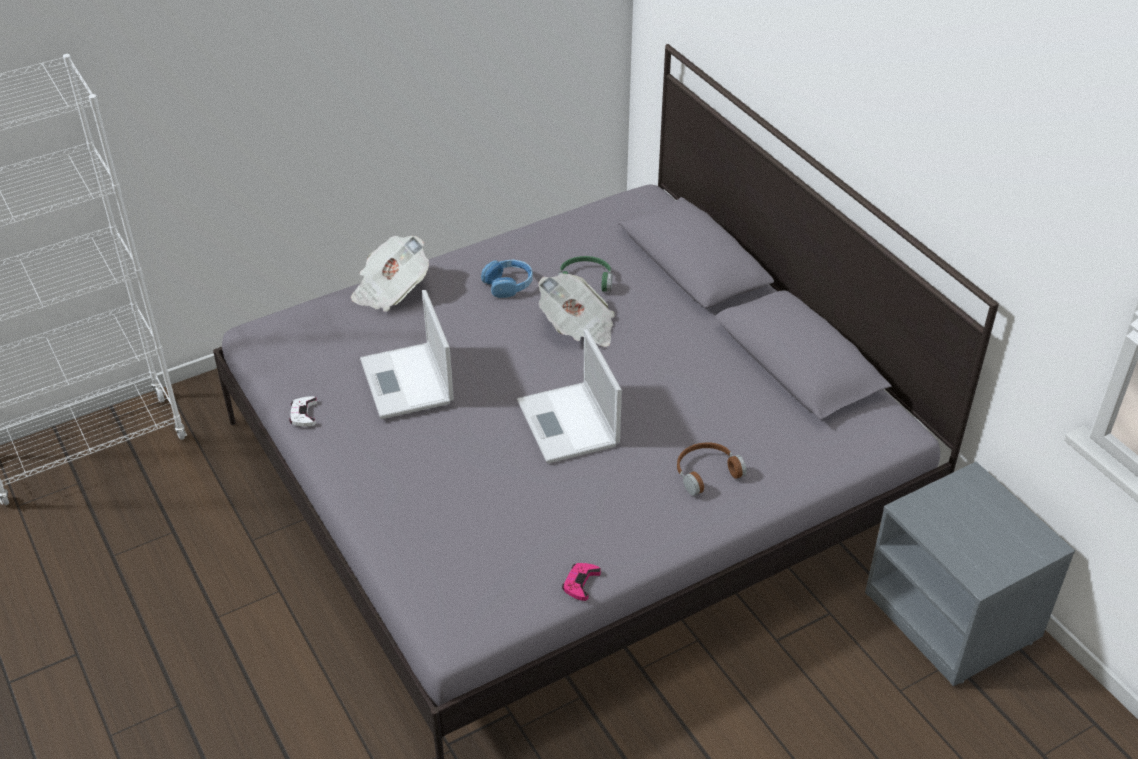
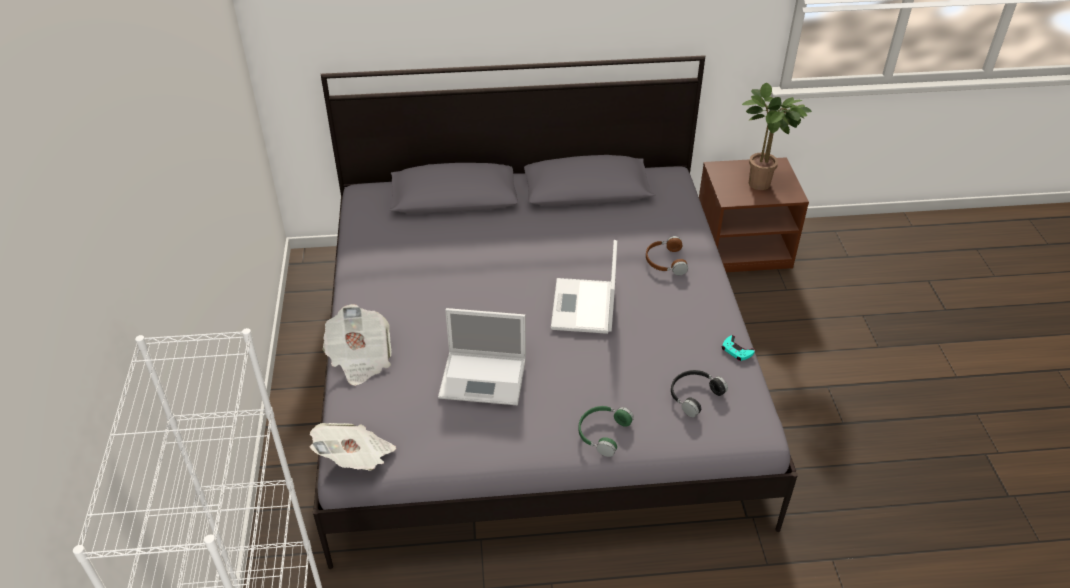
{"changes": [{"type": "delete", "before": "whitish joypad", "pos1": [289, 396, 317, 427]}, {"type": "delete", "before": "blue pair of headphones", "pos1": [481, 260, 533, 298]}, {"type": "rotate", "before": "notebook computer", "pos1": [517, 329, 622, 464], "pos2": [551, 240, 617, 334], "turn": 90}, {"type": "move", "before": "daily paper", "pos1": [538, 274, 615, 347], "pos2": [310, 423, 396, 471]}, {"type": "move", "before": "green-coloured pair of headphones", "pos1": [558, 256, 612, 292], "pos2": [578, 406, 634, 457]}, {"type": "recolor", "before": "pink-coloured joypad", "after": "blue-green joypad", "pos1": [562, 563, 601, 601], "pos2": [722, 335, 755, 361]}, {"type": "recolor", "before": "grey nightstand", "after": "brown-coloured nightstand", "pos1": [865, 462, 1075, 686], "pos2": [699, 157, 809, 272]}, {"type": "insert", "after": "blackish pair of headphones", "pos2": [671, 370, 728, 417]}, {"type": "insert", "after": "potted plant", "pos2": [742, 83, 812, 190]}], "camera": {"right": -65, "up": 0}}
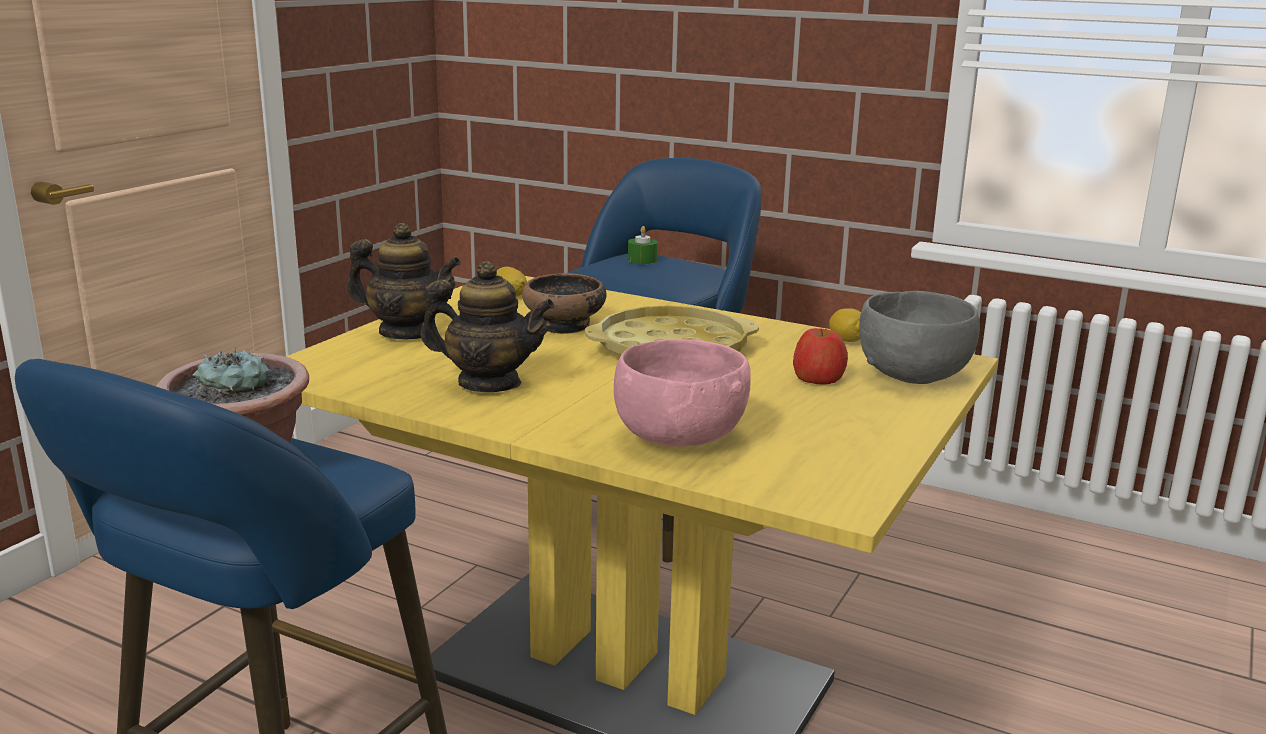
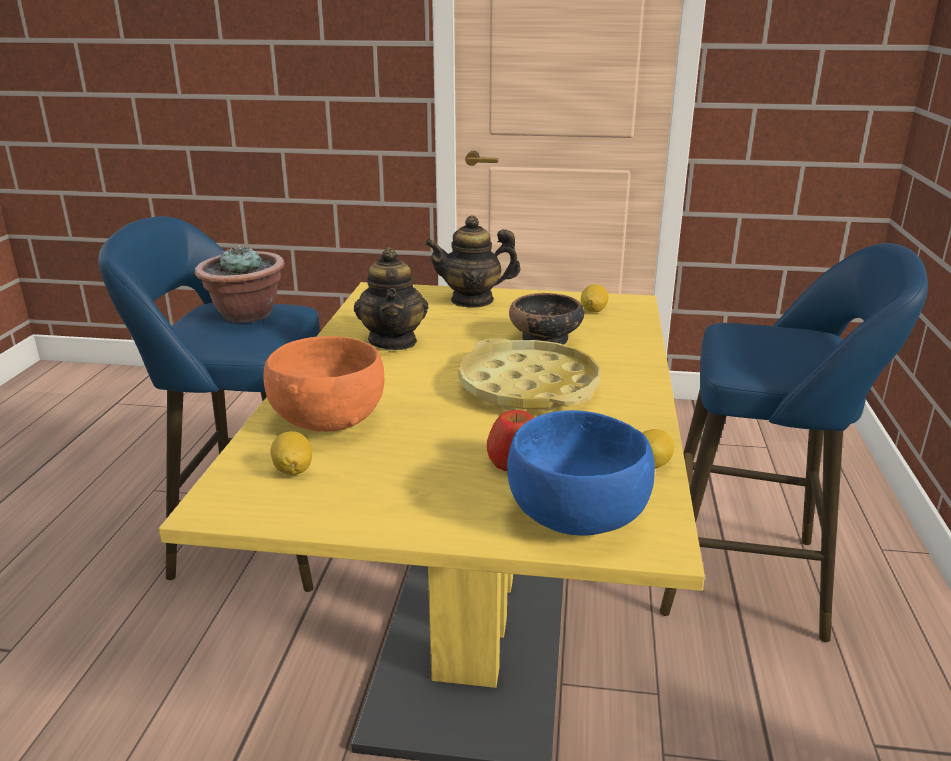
{"changes": [{"type": "rotate", "before": "tea pot", "pos1": [347, 223, 461, 339], "pos2": [425, 215, 521, 308], "turn": 90}, {"type": "recolor", "before": "pink-coloured serving bowl", "after": "orangey serving bowl", "pos1": [614, 339, 751, 447], "pos2": [264, 336, 384, 432]}, {"type": "delete", "before": "green-coloured wax light", "pos1": [628, 226, 657, 264]}, {"type": "recolor", "before": "grey serving bowl", "after": "blue serving bowl", "pos1": [859, 291, 980, 384], "pos2": [507, 410, 655, 536]}, {"type": "insert", "after": "lemon", "pos2": [271, 431, 312, 475]}], "camera": {"right": 70, "up": 5}}
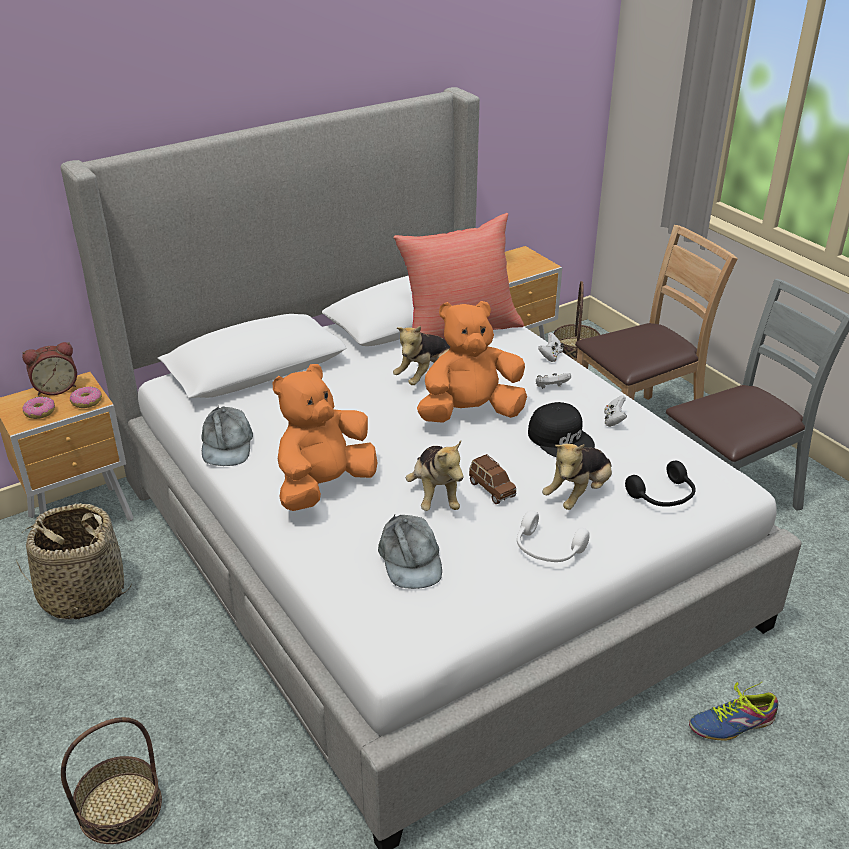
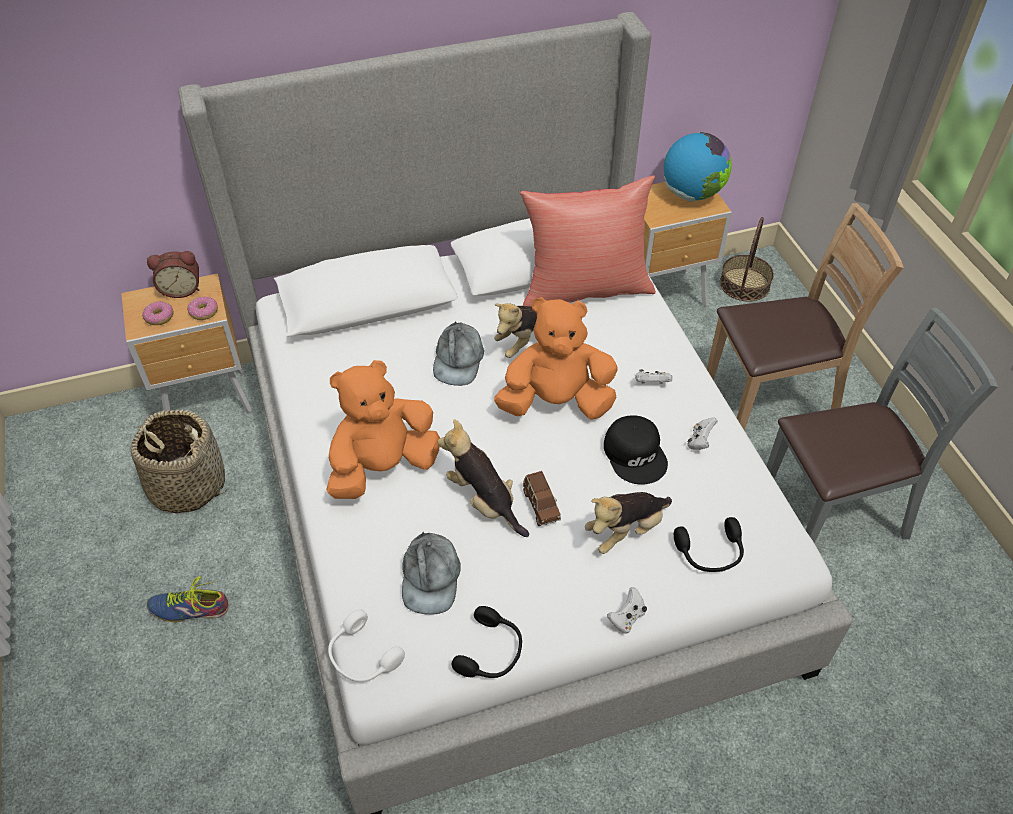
{"changes": [{"type": "delete", "before": "household basket", "pos1": [61, 717, 162, 844]}, {"type": "move", "before": "grey baseball cap", "pos1": [201, 406, 253, 466], "pos2": [433, 322, 484, 386]}, {"type": "rotate", "before": "plush toy", "pos1": [406, 440, 463, 511], "pos2": [438, 419, 529, 537], "turn": 135}, {"type": "move", "before": "whitish pair of headphones", "pos1": [517, 510, 590, 562], "pos2": [328, 609, 405, 682]}, {"type": "move", "before": "whitish joypad", "pos1": [538, 332, 564, 362], "pos2": [607, 587, 647, 634]}, {"type": "move", "before": "shoe", "pos1": [689, 682, 778, 740], "pos2": [147, 576, 229, 622]}, {"type": "insert", "after": "blackish pair of headphones", "pos2": [452, 606, 522, 678]}, {"type": "insert", "after": "world globe", "pos2": [664, 132, 732, 202]}], "camera": {"right": 15, "up": 15}}
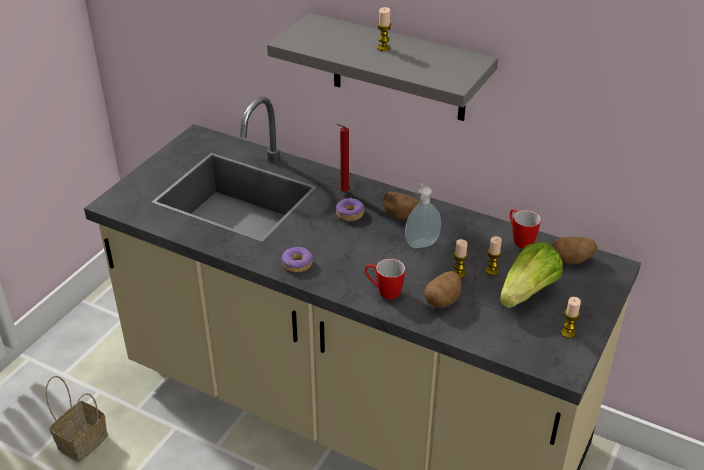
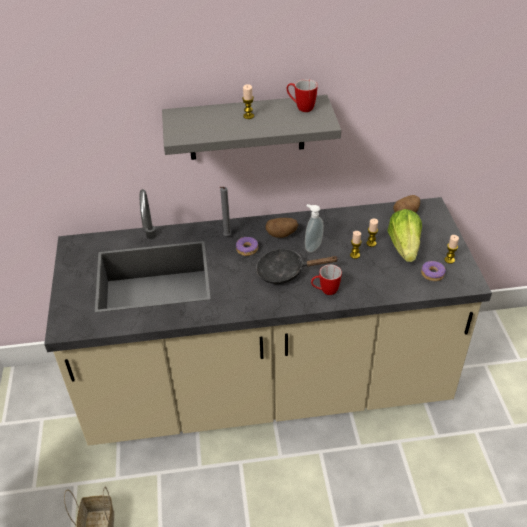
{"changes": [{"type": "move", "before": "donut", "pos1": [282, 247, 313, 272], "pos2": [421, 261, 446, 281]}, {"type": "recolor", "before": "reddish wax light", "after": "grey wax light", "pos1": [336, 124, 350, 192], "pos2": [220, 187, 231, 236]}, {"type": "delete", "before": "potato", "pos1": [424, 271, 461, 308]}, {"type": "move", "before": "tea mug", "pos1": [510, 209, 541, 248], "pos2": [287, 79, 318, 112]}, {"type": "insert", "after": "blackish frying pan", "pos2": [256, 249, 338, 284]}], "camera": {"right": -35, "up": 5}}
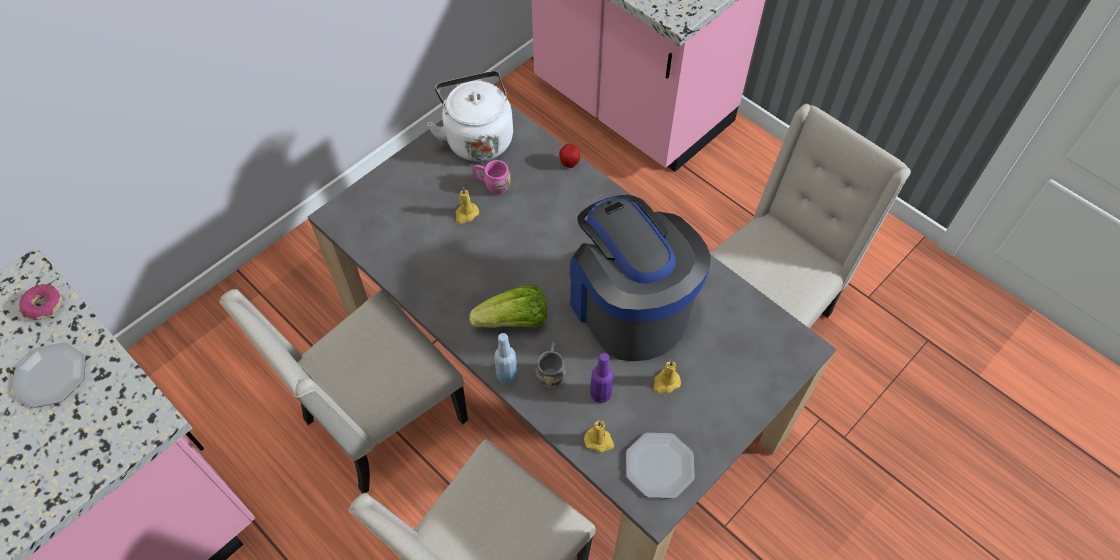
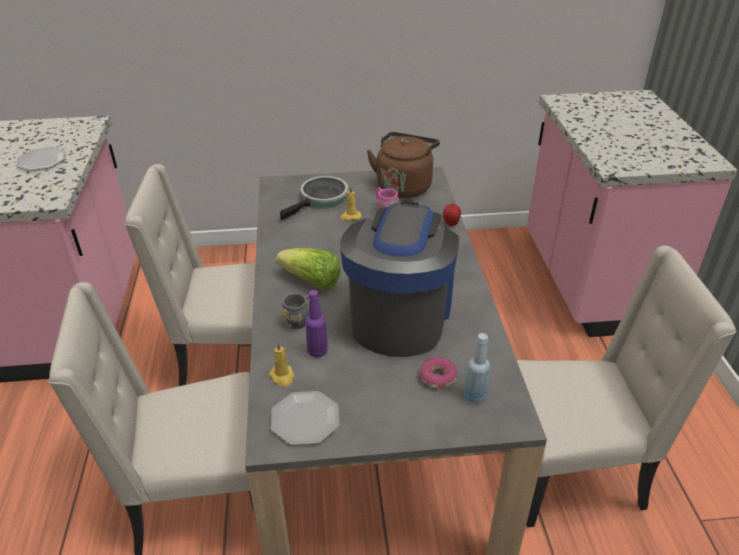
{"changes": [{"type": "move", "before": "donut", "pos1": [19, 284, 62, 320], "pos2": [419, 357, 457, 389]}, {"type": "recolor", "before": "whitish tea kettle", "after": "brown-coloured tea kettle", "pos1": [427, 71, 513, 162], "pos2": [367, 132, 440, 198]}, {"type": "move", "before": "blue bottle", "pos1": [494, 333, 518, 384], "pos2": [464, 333, 490, 403]}, {"type": "delete", "before": "yellow wax light", "pos1": [653, 361, 681, 394]}, {"type": "insert", "after": "frying pan", "pos2": [280, 176, 348, 220]}], "camera": {"right": 40, "up": -20}}
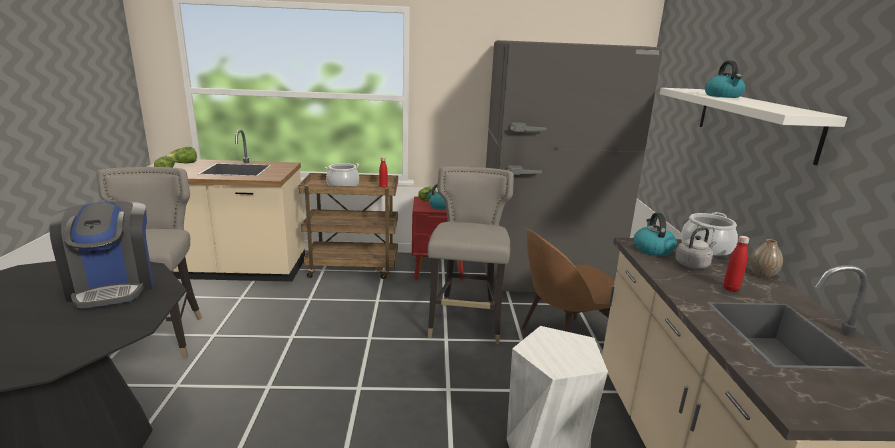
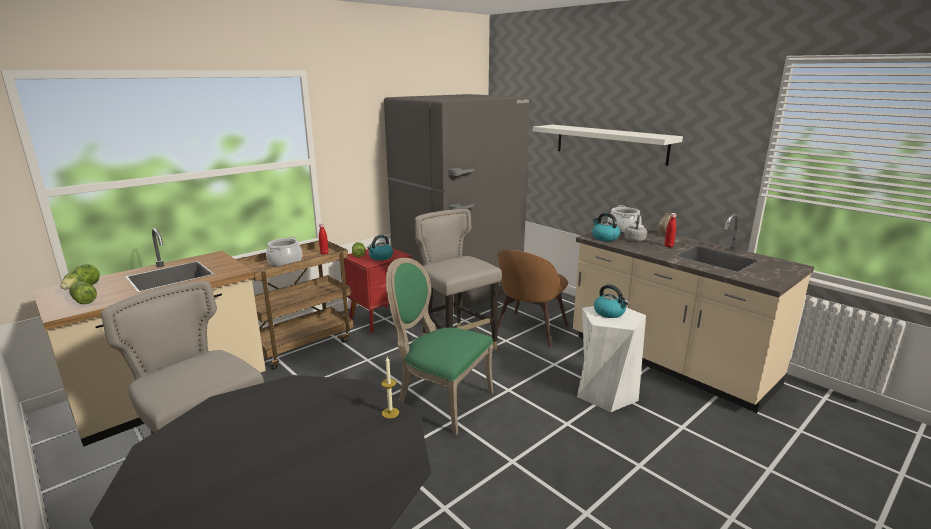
{"changes": [{"type": "delete", "before": "coffee brewer", "pos1": [50, 201, 153, 309]}, {"type": "move", "before": "tea kettle", "pos1": [705, 60, 745, 98], "pos2": [594, 284, 629, 318]}, {"type": "insert", "after": "wax light", "pos2": [381, 357, 399, 418]}, {"type": "insert", "after": "green-coloured plain chair", "pos2": [386, 258, 494, 436]}], "camera": {"right": -40, "up": 0}}
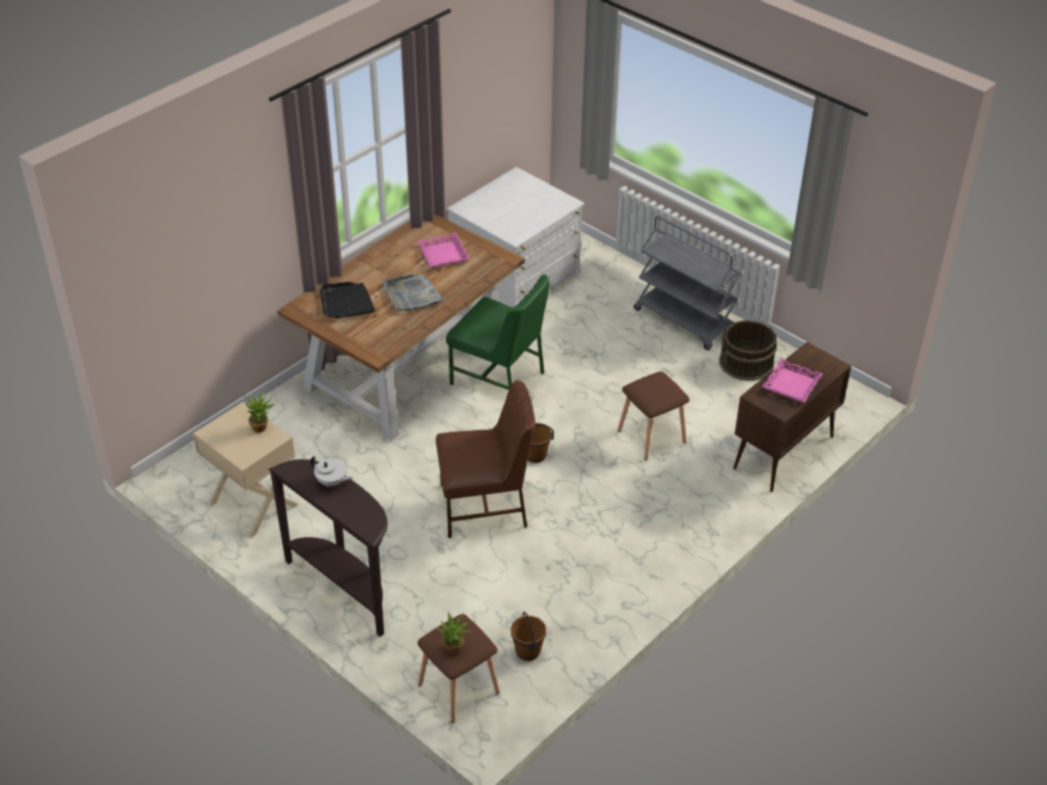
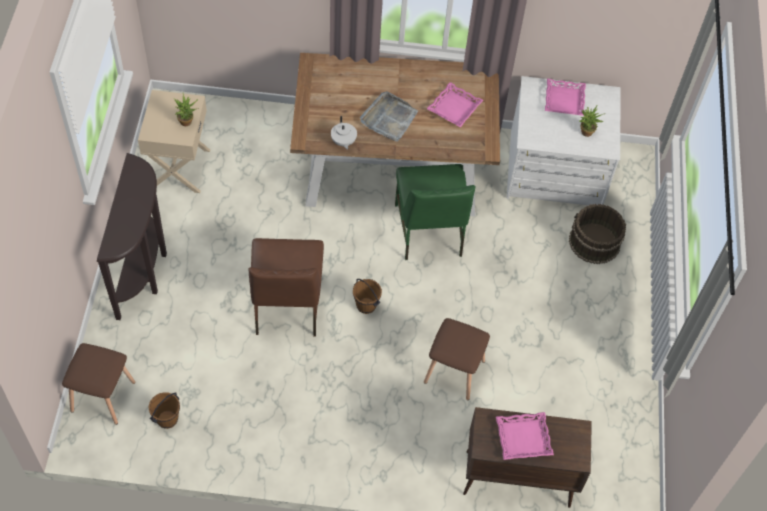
{"changes": [{"type": "move", "before": "whitish tea pot", "pos1": [310, 456, 353, 487], "pos2": [331, 116, 357, 150]}, {"type": "delete", "before": "blackish tray", "pos1": [319, 282, 376, 318]}, {"type": "rotate", "before": "brown-coloured plain chair", "pos1": [436, 380, 536, 538], "pos2": [249, 238, 324, 336], "turn": 45}, {"type": "move", "before": "potted plant", "pos1": [437, 611, 472, 654], "pos2": [580, 106, 605, 137]}, {"type": "delete", "before": "grey trolley", "pos1": [634, 216, 741, 350]}, {"type": "move", "before": "brown-coloured water bucket", "pos1": [719, 320, 777, 381], "pos2": [569, 204, 626, 264]}, {"type": "insert", "after": "pink-coloured tray", "pos2": [545, 78, 586, 116]}], "camera": {"right": 50, "up": 15}}
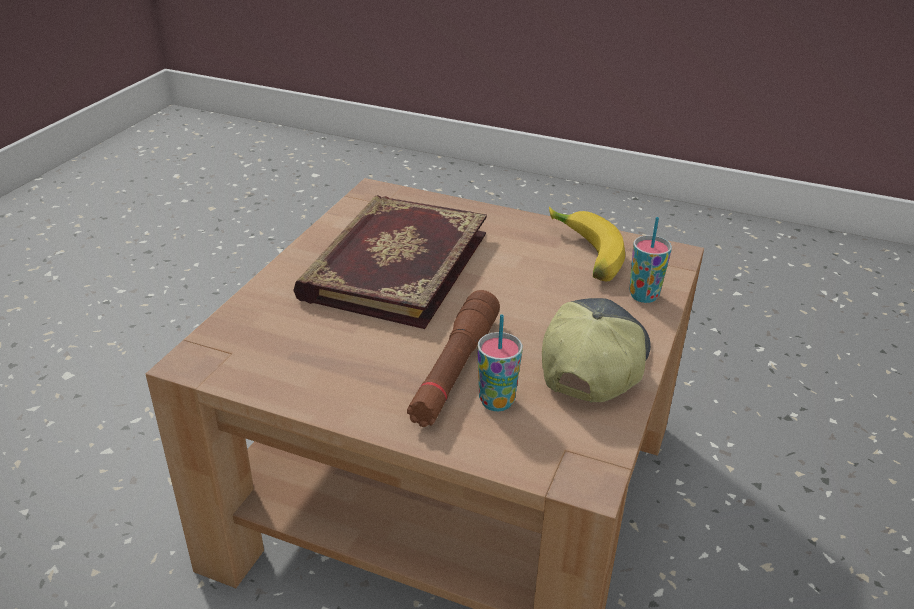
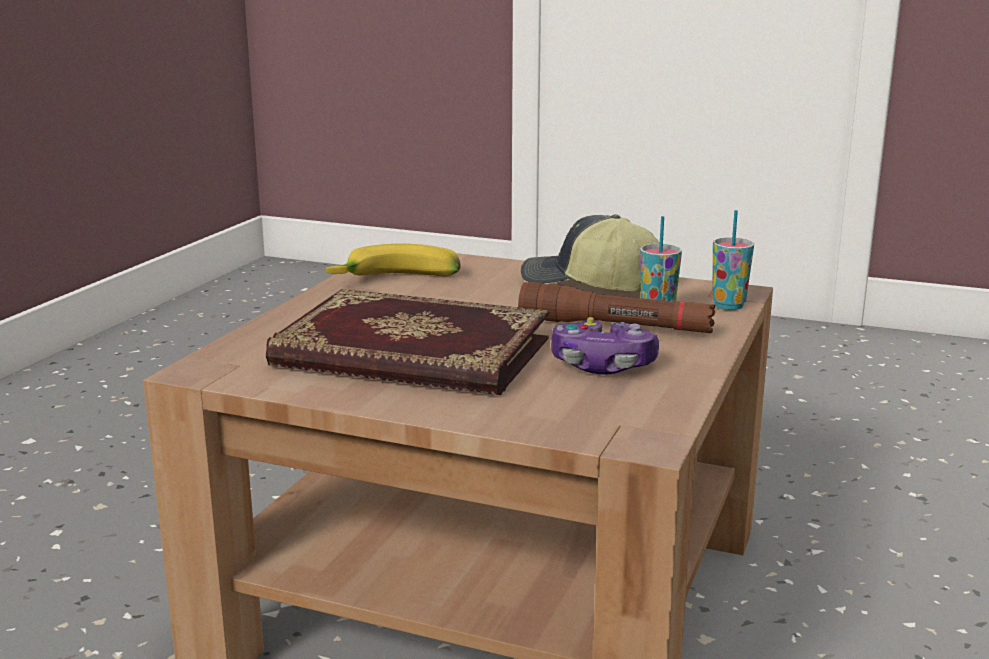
{"changes": [{"type": "move", "before": "small cup", "pos1": [629, 217, 672, 303], "pos2": [713, 210, 754, 310]}, {"type": "insert", "after": "joypad", "pos2": [551, 317, 659, 374]}], "camera": {"right": -90, "up": -15}}
